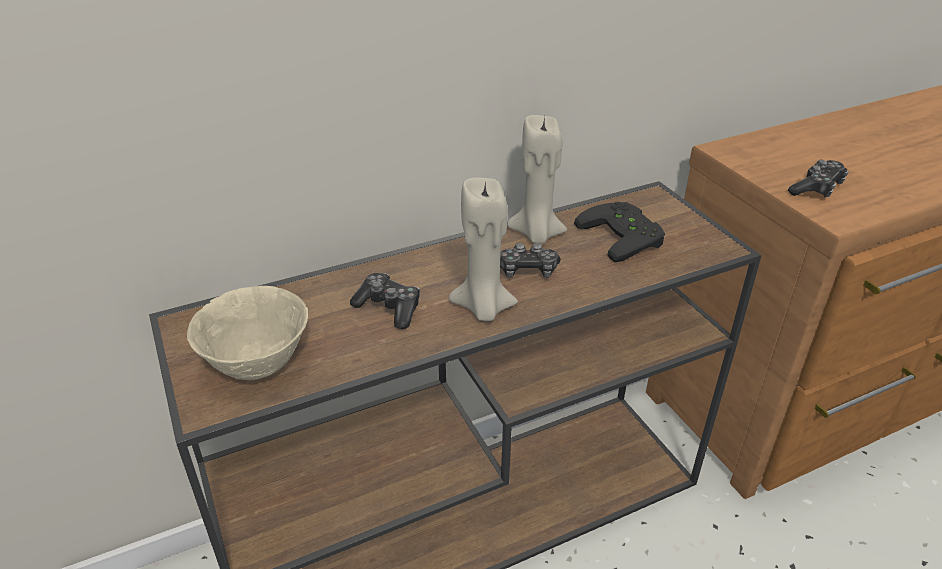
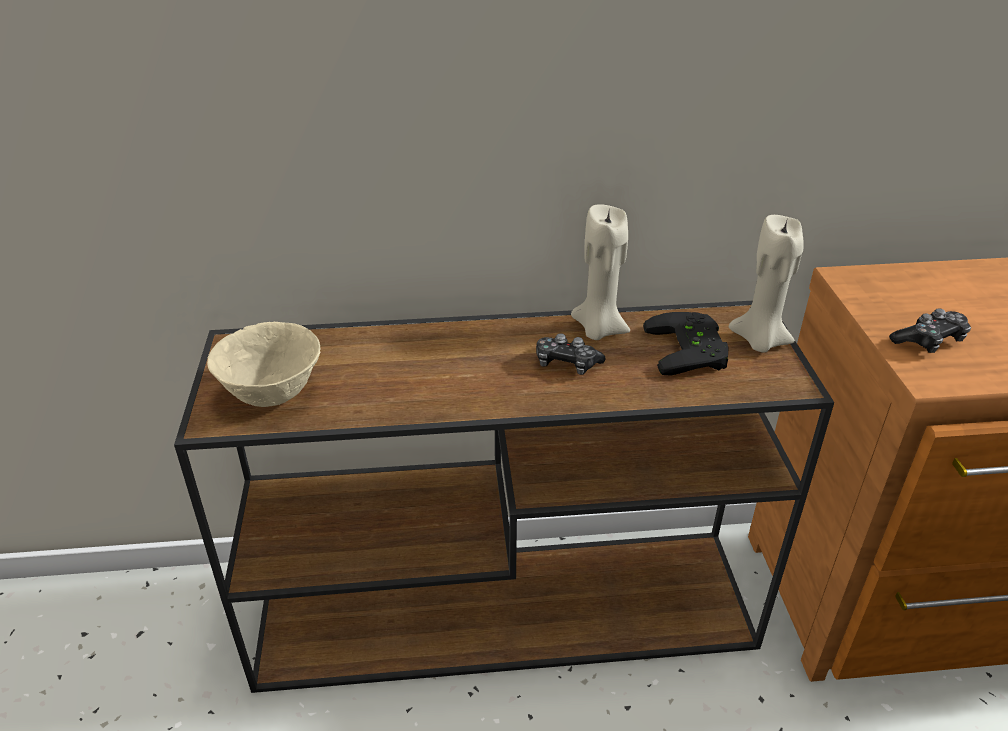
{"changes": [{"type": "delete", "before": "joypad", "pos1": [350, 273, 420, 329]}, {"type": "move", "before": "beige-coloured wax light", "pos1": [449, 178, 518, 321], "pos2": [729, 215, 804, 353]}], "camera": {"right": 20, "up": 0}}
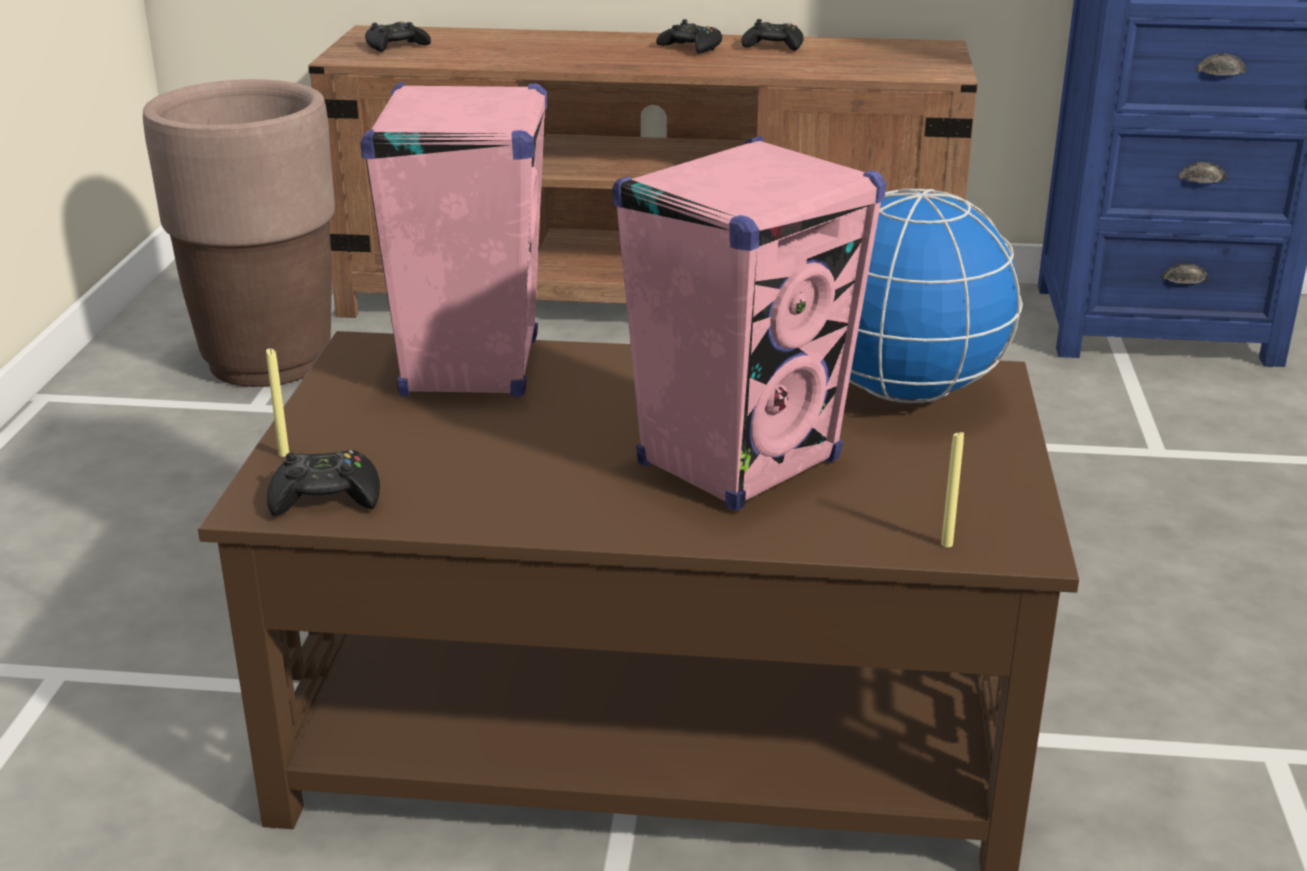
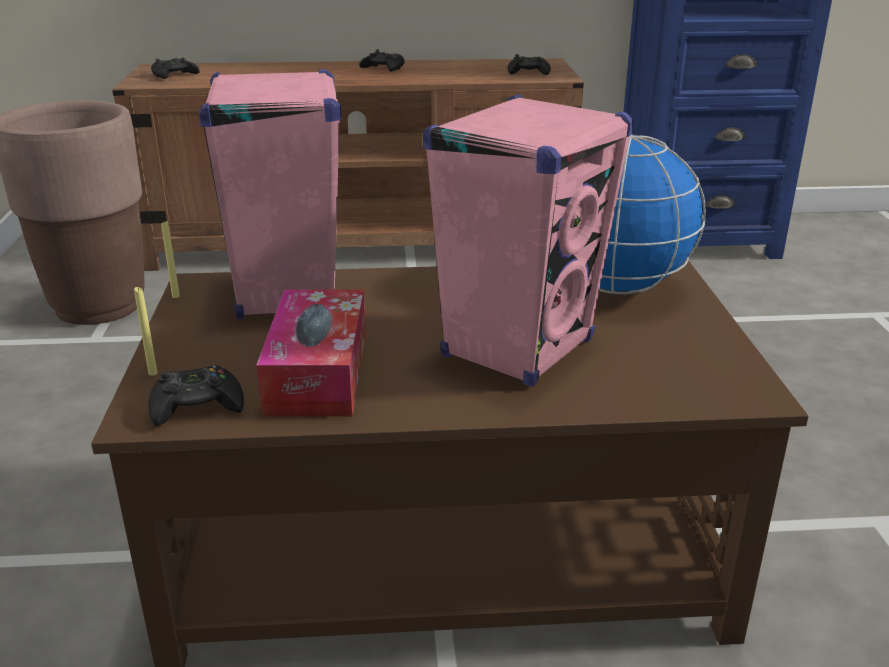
{"changes": [{"type": "move", "before": "blackish joypad", "pos1": [741, 19, 804, 51], "pos2": [507, 54, 551, 75]}, {"type": "move", "before": "yellow wax light", "pos1": [941, 431, 964, 547], "pos2": [161, 221, 180, 298]}, {"type": "insert", "after": "tissue holder", "pos2": [256, 290, 366, 417]}], "camera": {"right": -10, "up": 0}}
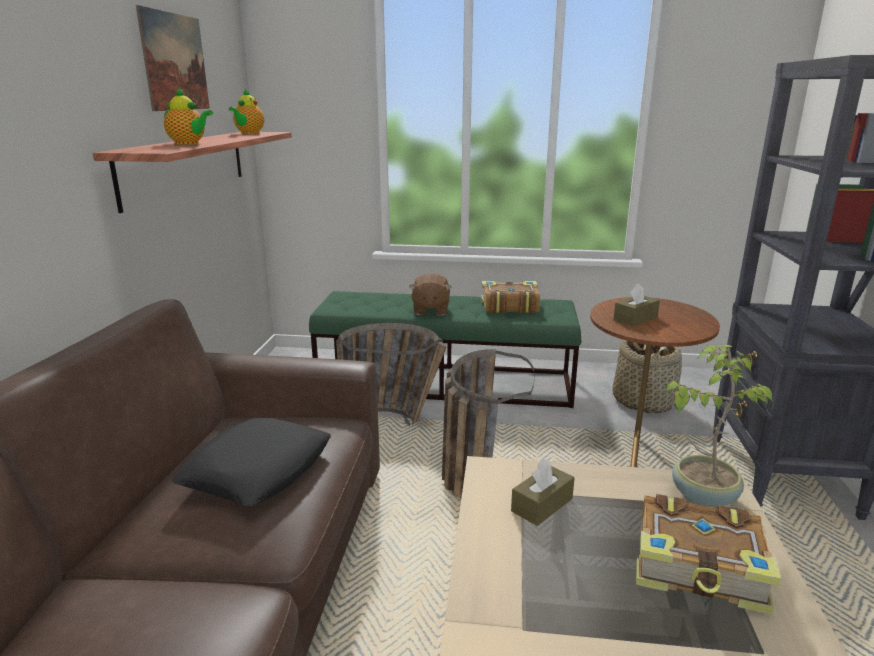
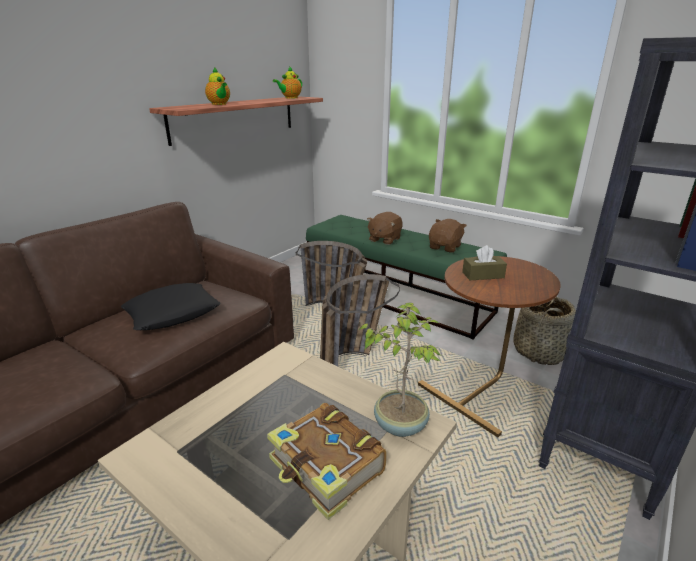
{"changes": [{"type": "delete", "before": "picture", "pos1": [136, 5, 210, 111]}, {"type": "replace", "before": "bound book", "after": "brown-coloured plush toy", "pos1": [481, 281, 540, 314], "pos2": [429, 219, 467, 253]}, {"type": "delete", "before": "brown-coloured tissue holder", "pos1": [511, 459, 574, 526]}], "camera": {"right": 30, "up": 5}}
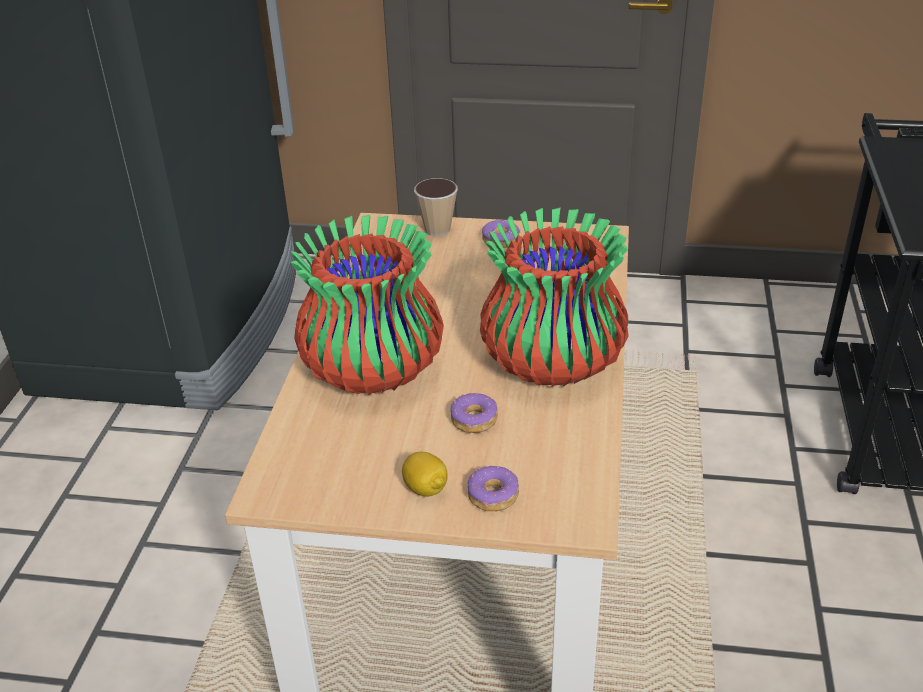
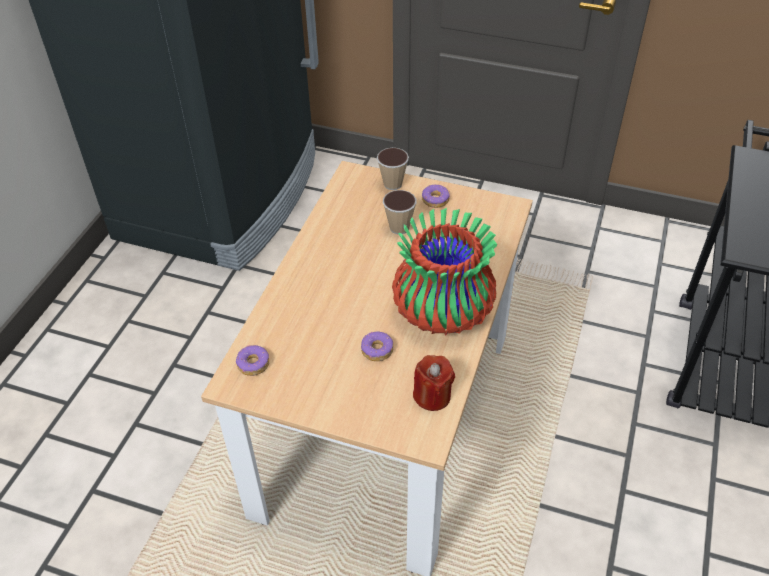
{"changes": [{"type": "delete", "before": "decorative vase", "pos1": [290, 215, 444, 395]}, {"type": "delete", "before": "lemon", "pos1": [402, 452, 448, 497]}, {"type": "move", "before": "donut", "pos1": [468, 466, 519, 511], "pos2": [236, 345, 269, 376]}, {"type": "insert", "after": "small cup", "pos2": [383, 190, 417, 234]}, {"type": "insert", "after": "reddish wax light", "pos2": [413, 355, 455, 411]}], "camera": {"right": 10, "up": 10}}
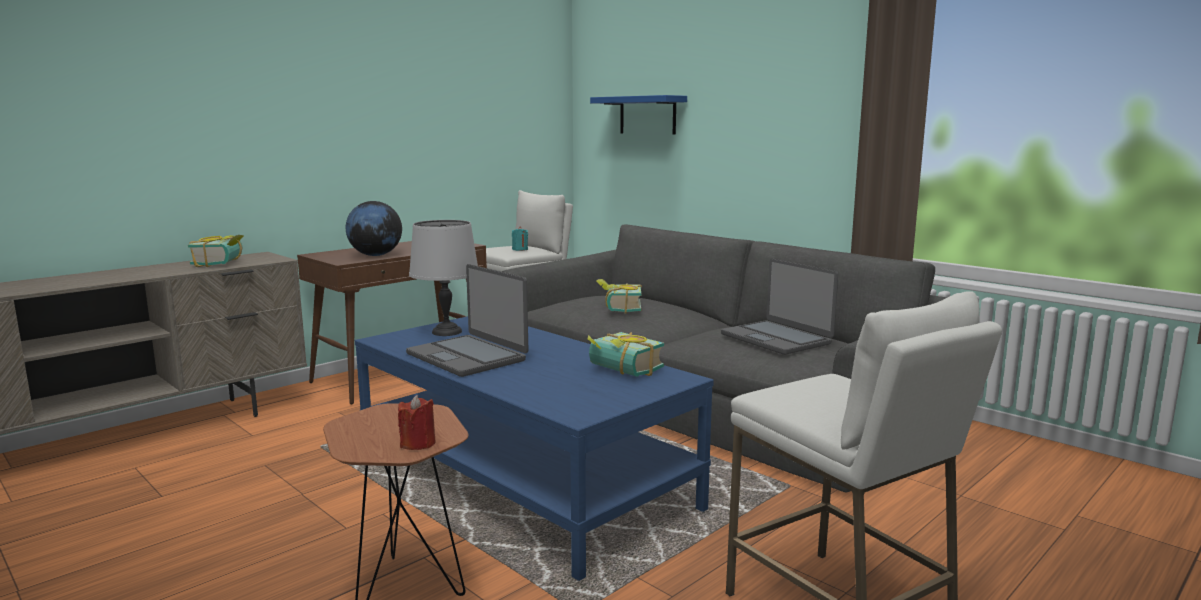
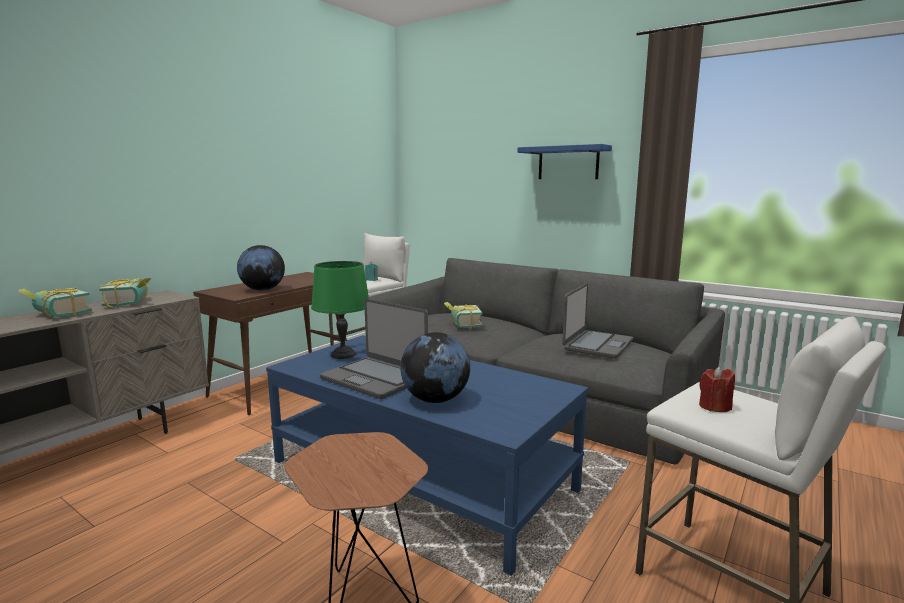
{"changes": [{"type": "move", "before": "reddish wax light", "pos1": [398, 395, 435, 450], "pos2": [699, 366, 735, 412]}, {"type": "recolor", "before": "grey table lamp", "after": "green-coloured table lamp", "pos1": [409, 220, 478, 336], "pos2": [311, 261, 369, 359]}, {"type": "move", "before": "bound book", "pos1": [588, 332, 664, 377], "pos2": [18, 287, 92, 317]}, {"type": "move", "before": "blue wall shelf", "pos1": [590, 95, 687, 134], "pos2": [518, 144, 612, 179]}, {"type": "rotate", "before": "notebook computer", "pos1": [721, 259, 838, 355], "pos2": [562, 283, 633, 359], "turn": -105}, {"type": "insert", "after": "world globe", "pos2": [400, 332, 470, 403]}], "camera": {"right": -10, "up": 0}}
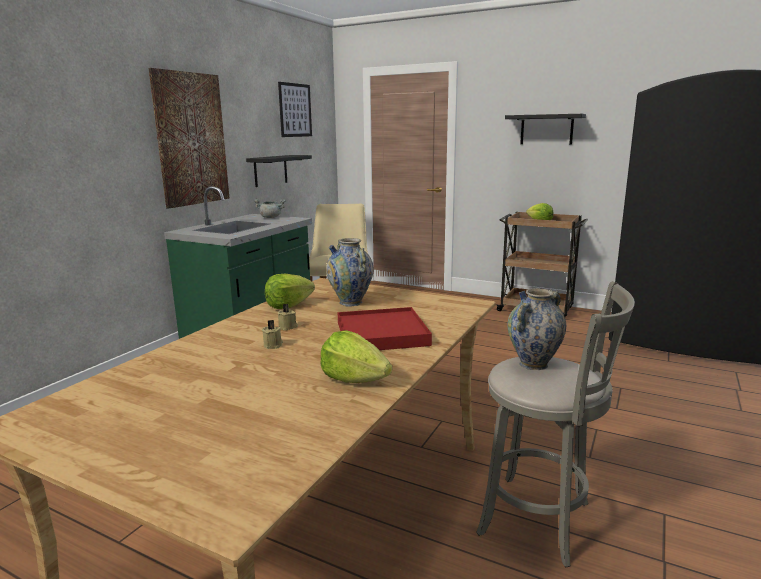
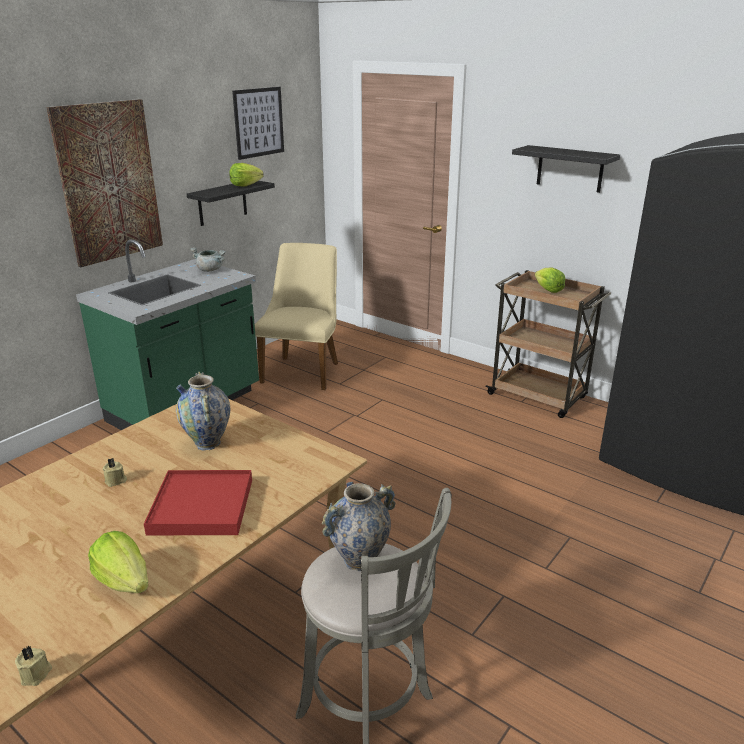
{"changes": [{"type": "move", "before": "beige-coloured wax light", "pos1": [262, 320, 283, 349], "pos2": [15, 646, 52, 686]}, {"type": "move", "before": "head of lettuce", "pos1": [265, 274, 315, 309], "pos2": [229, 163, 264, 186]}], "camera": {"right": 10, "up": 10}}
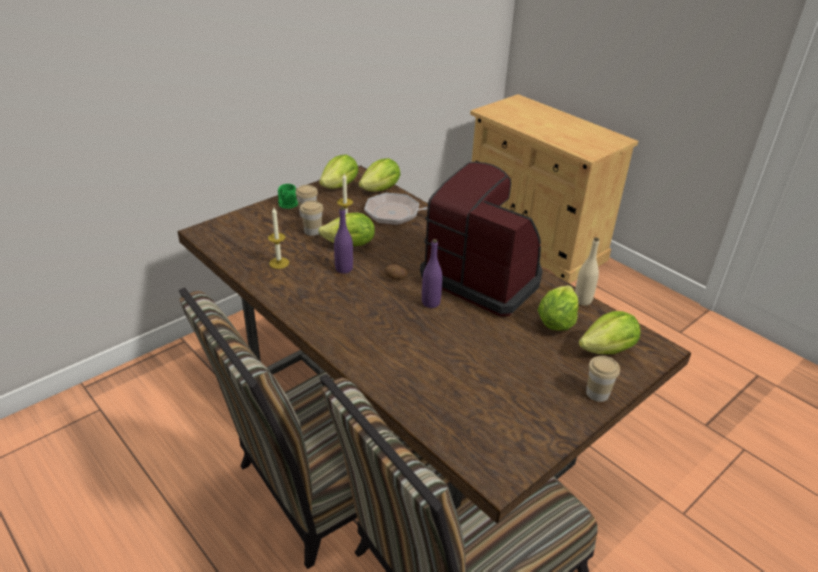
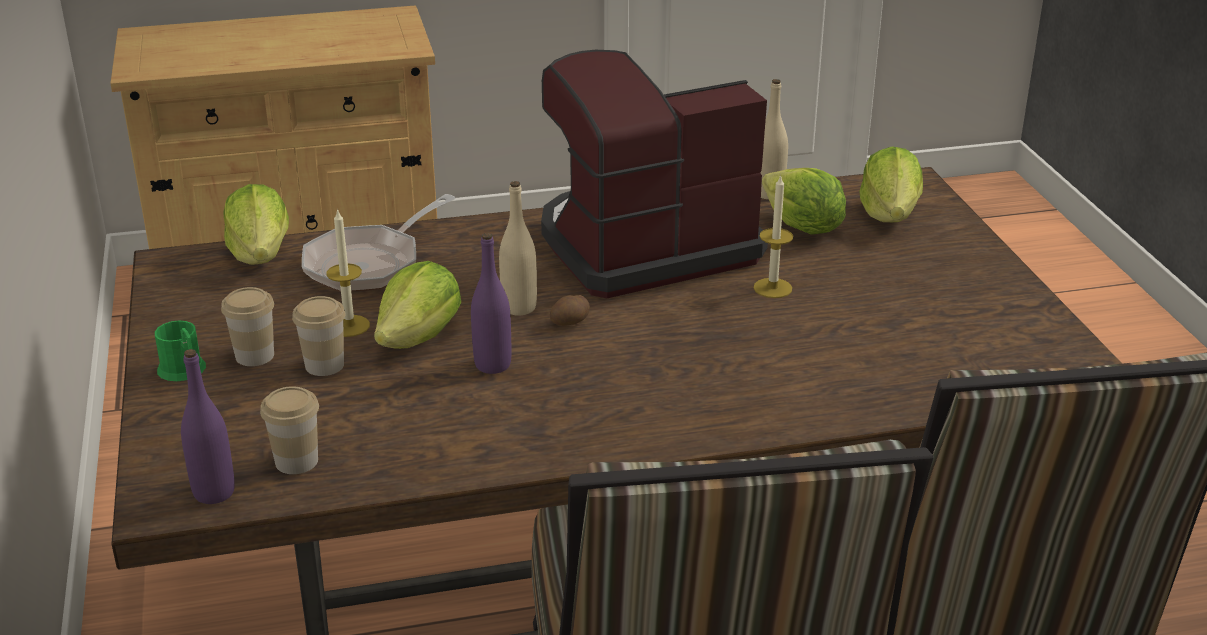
{"changes": [{"type": "move", "before": "wax light", "pos1": [268, 208, 289, 269], "pos2": [753, 175, 793, 298]}, {"type": "delete", "before": "head of lettuce", "pos1": [319, 155, 358, 189]}, {"type": "move", "before": "purple-coloured bottle", "pos1": [422, 239, 443, 308], "pos2": [181, 349, 235, 504]}, {"type": "move", "before": "small cup", "pos1": [586, 356, 620, 402], "pos2": [260, 386, 319, 474]}, {"type": "insert", "after": "beige-coloured bottle", "pos2": [499, 181, 537, 316]}], "camera": {"right": -60, "up": -5}}
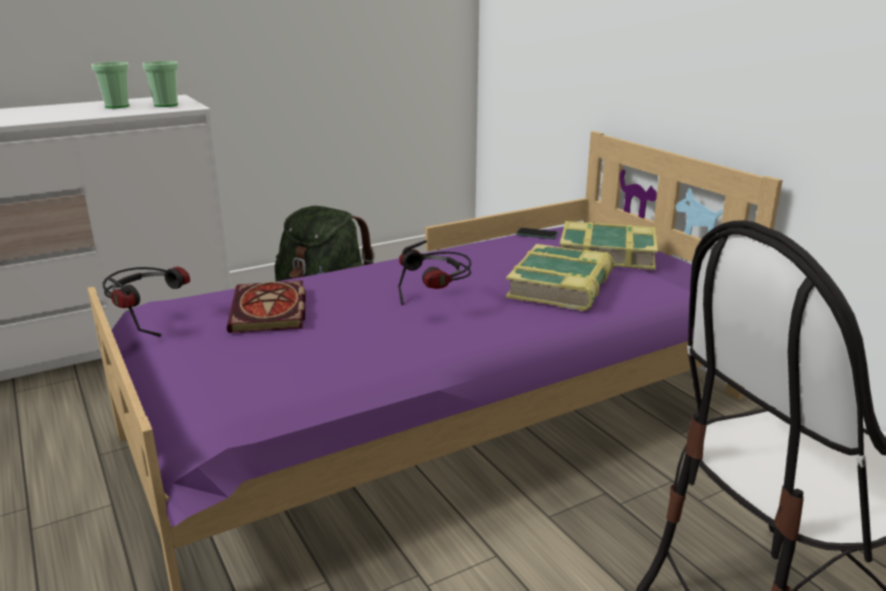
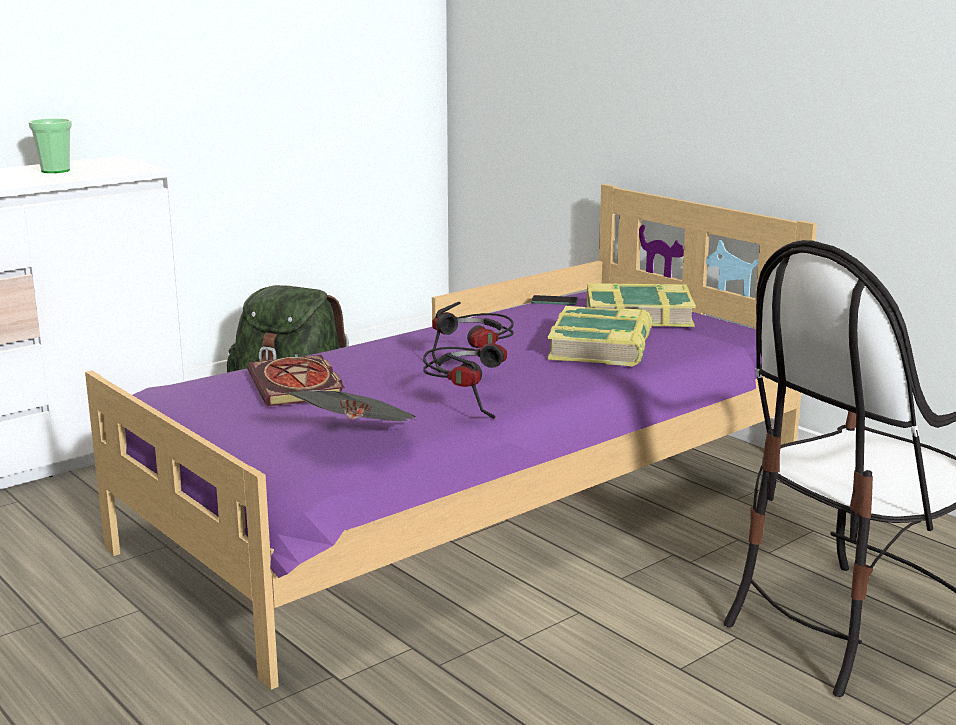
{"changes": [{"type": "move", "before": "pair of headphones", "pos1": [103, 267, 190, 337], "pos2": [423, 343, 507, 419]}, {"type": "delete", "before": "small cup", "pos1": [142, 61, 178, 107]}, {"type": "insert", "after": "daily paper", "pos2": [285, 390, 416, 421]}], "camera": {"right": -10, "up": -5}}
